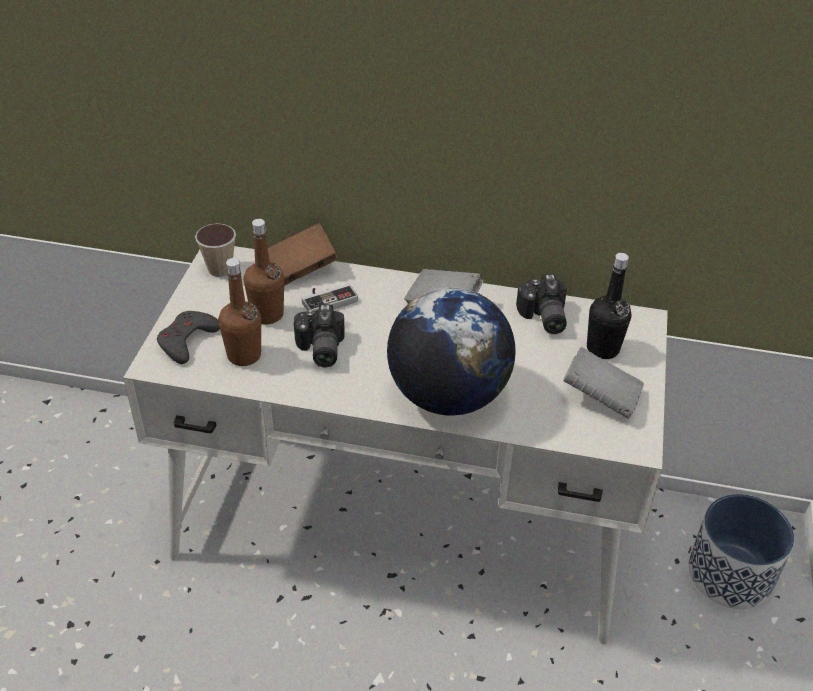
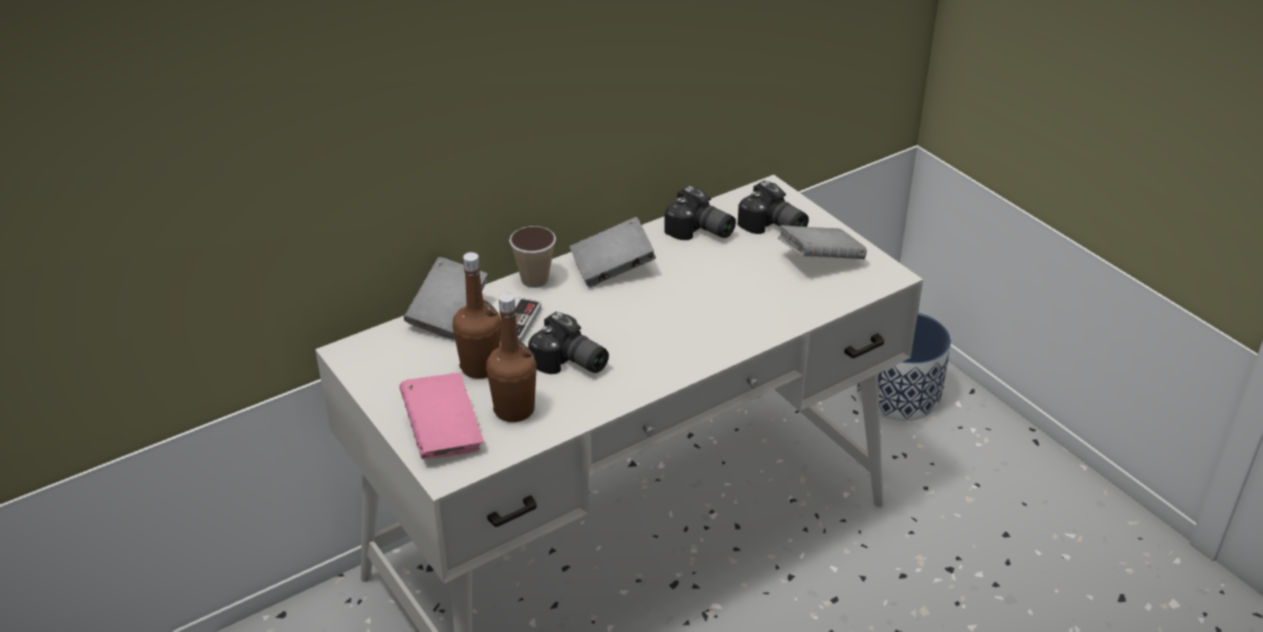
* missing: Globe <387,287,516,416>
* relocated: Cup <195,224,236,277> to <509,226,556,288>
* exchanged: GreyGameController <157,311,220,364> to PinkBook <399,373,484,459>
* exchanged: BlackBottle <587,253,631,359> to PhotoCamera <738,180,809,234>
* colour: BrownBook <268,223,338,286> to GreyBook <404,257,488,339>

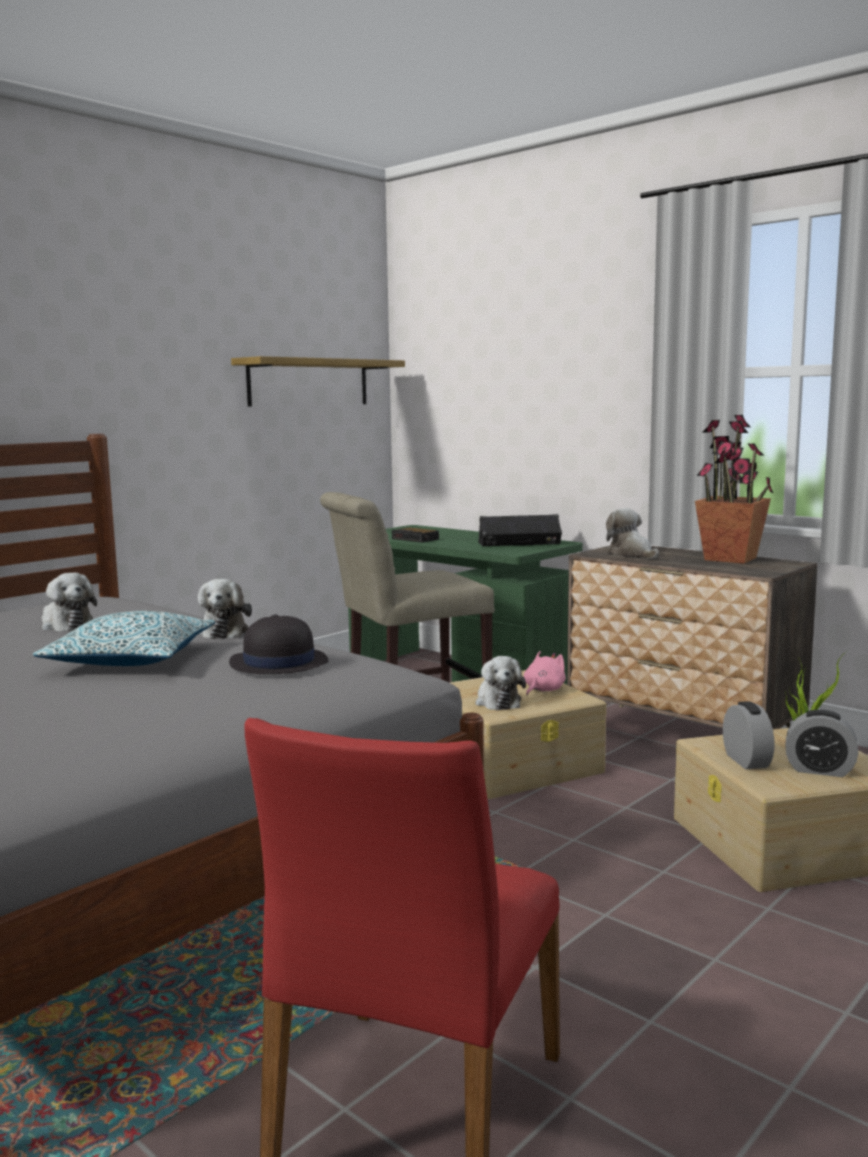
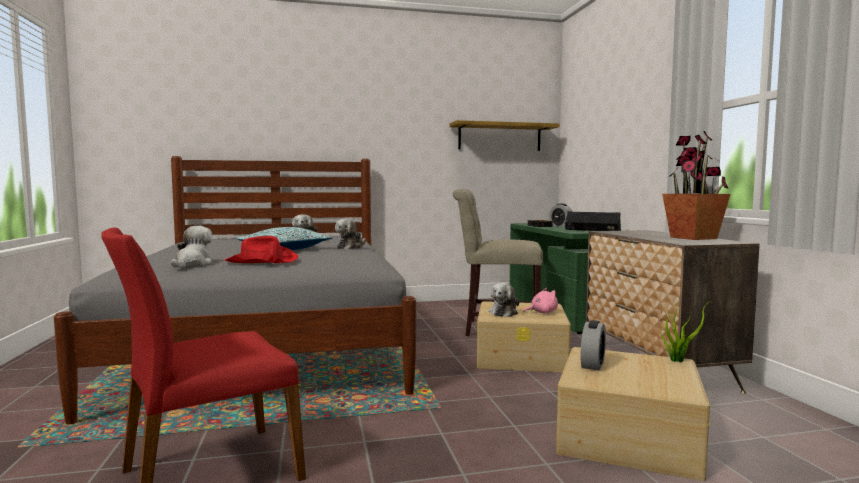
* missing: BlackHat <229,614,329,674>
* appeared: RedHat <225,236,298,263>
* relocated: PlushToy <606,508,659,559> to <171,226,213,268>
* relocated: AlarmClock <785,710,858,777> to <549,203,573,227>

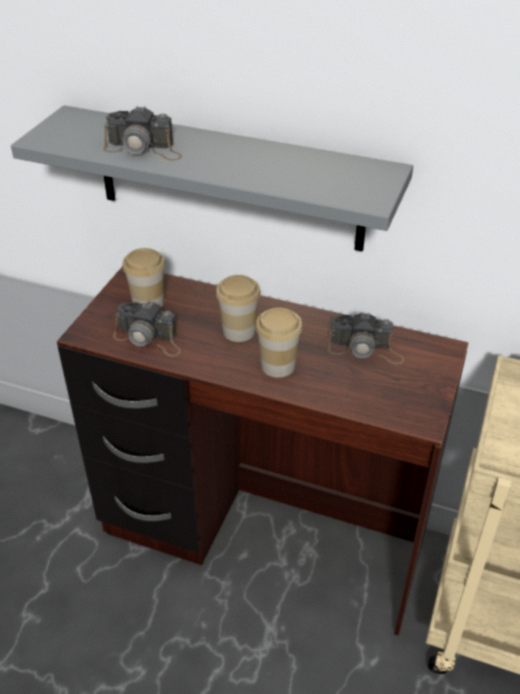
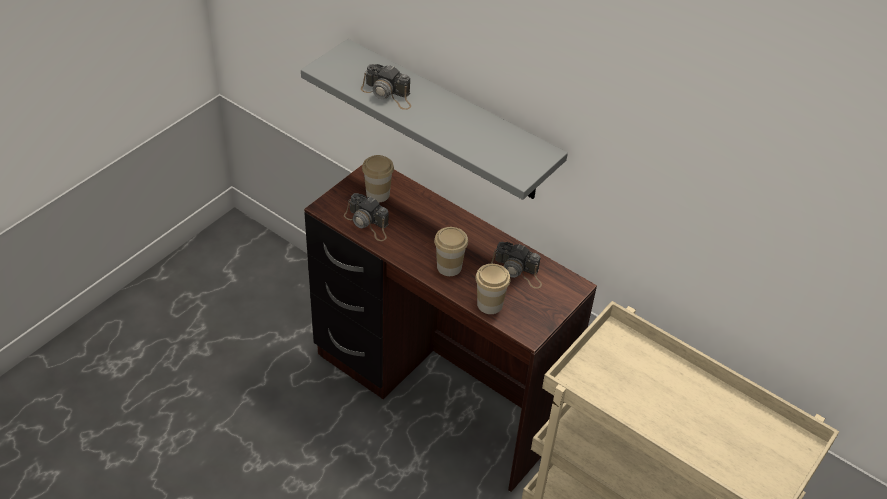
* relocated: Cup <216,275,261,342> to <475,264,510,314>

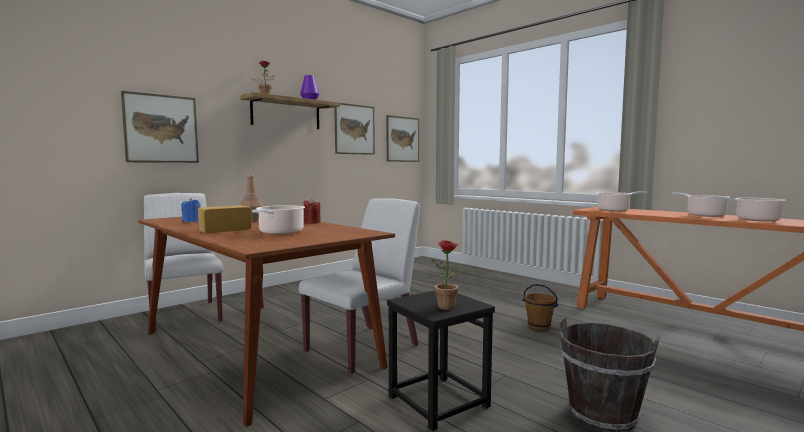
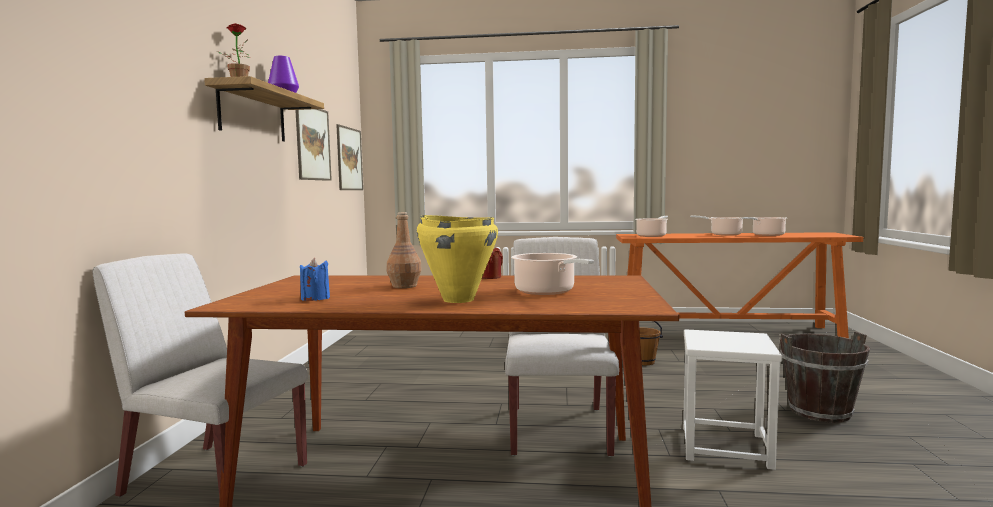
* missing: Picture <121,91,199,163>
* missing: PottedPlant <431,240,467,310>
* exchanged: Bread <198,205,251,233> to YellowCookingPot <417,215,498,303>
* colour: BlackStool <387,291,495,431> to WhiteStool <683,329,782,470>

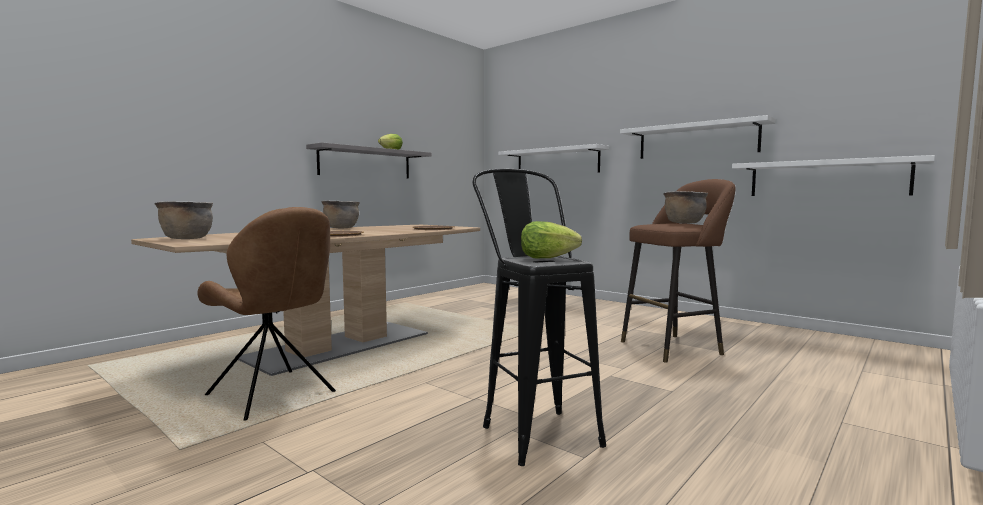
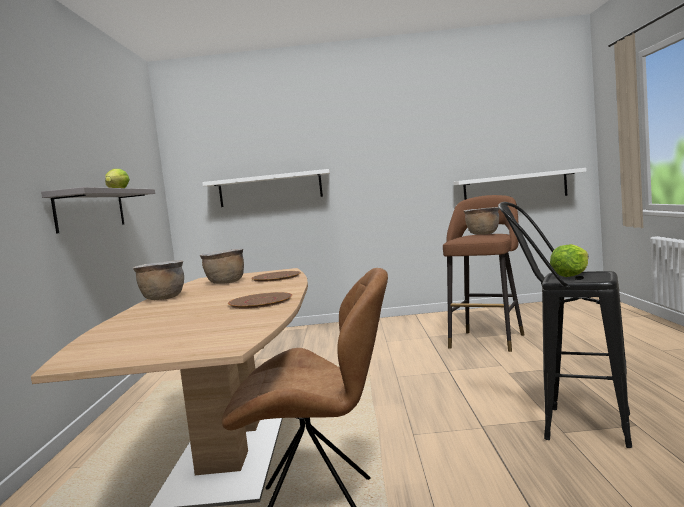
* missing: WhiteShelf <620,115,776,159>
* relocated: BrownCookingPot <155,201,213,239> to <200,248,244,284>

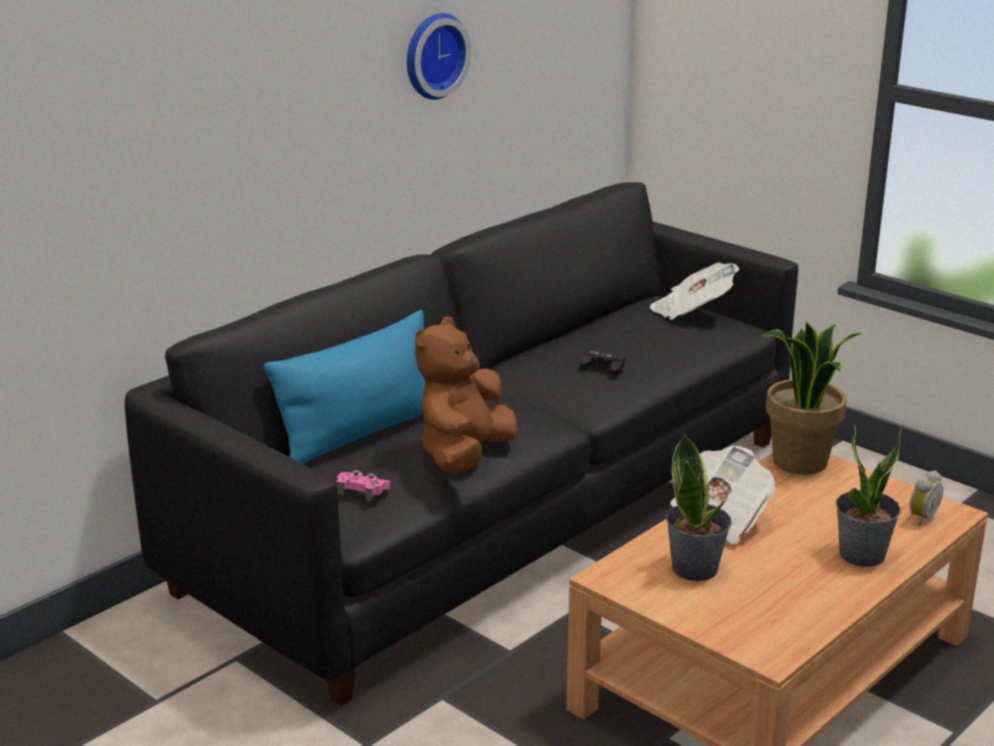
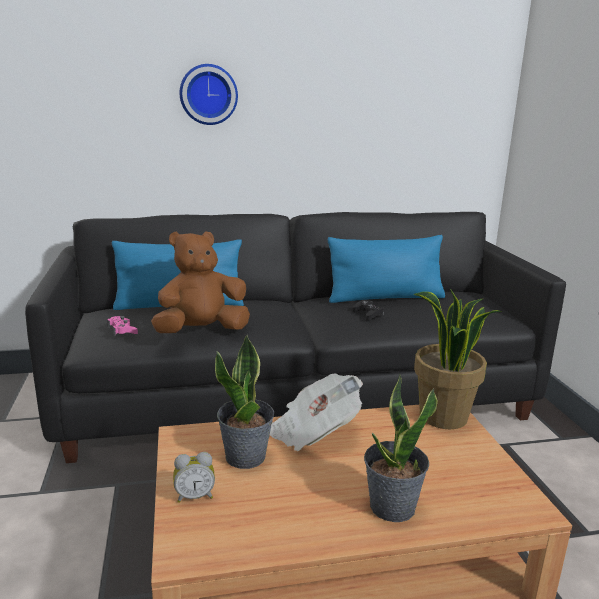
* missing: Newspaper <650,262,739,319>
* appeared: BluePillow <328,235,445,303>
* relocated: WallClock <407,13,471,100> to <180,64,238,125>
* relocated: AlarmClock <910,470,943,526> to <173,452,215,503>

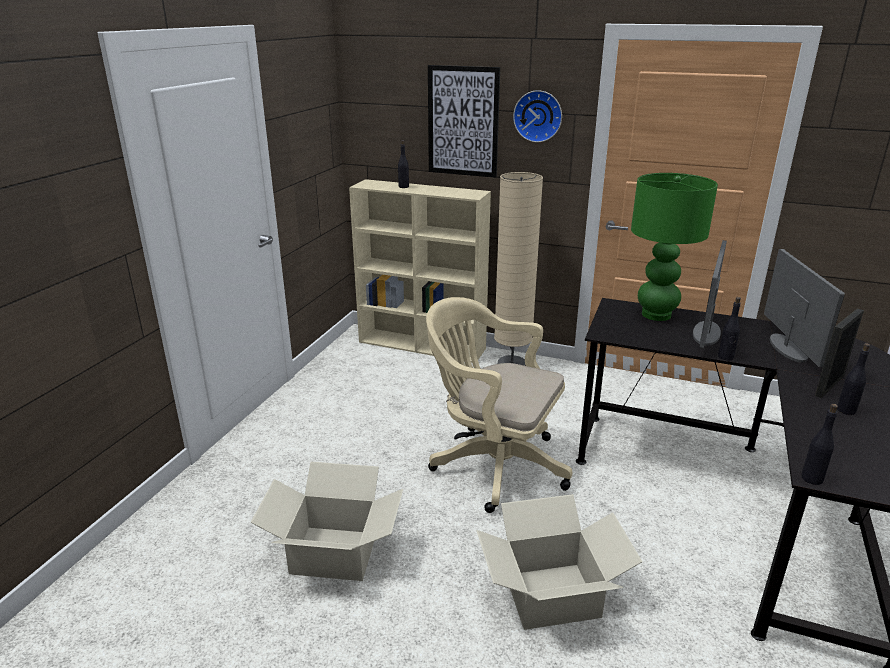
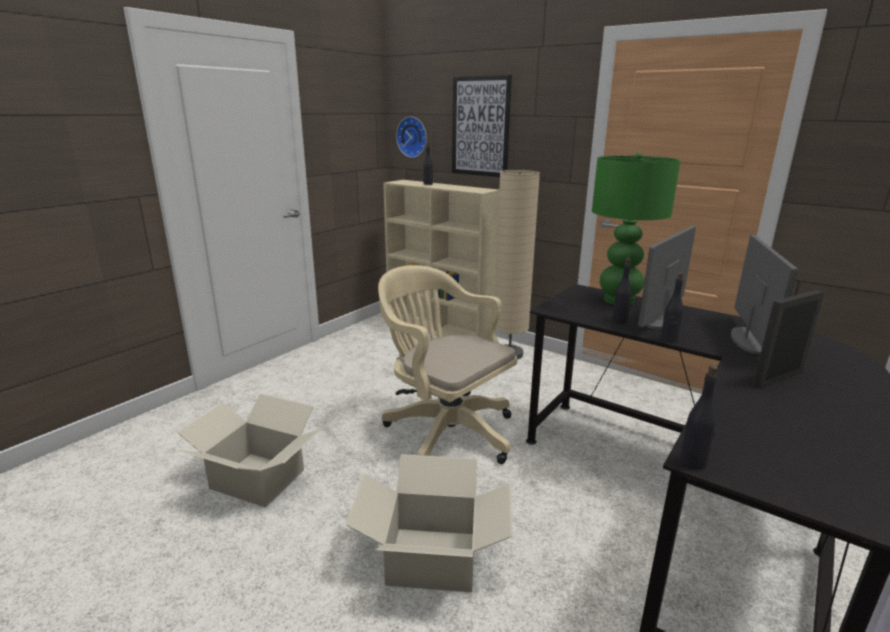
* relocated: WallClock <513,90,562,142> to <396,117,427,158>
* relocated: BlackBottle <837,343,870,415> to <612,258,632,324>

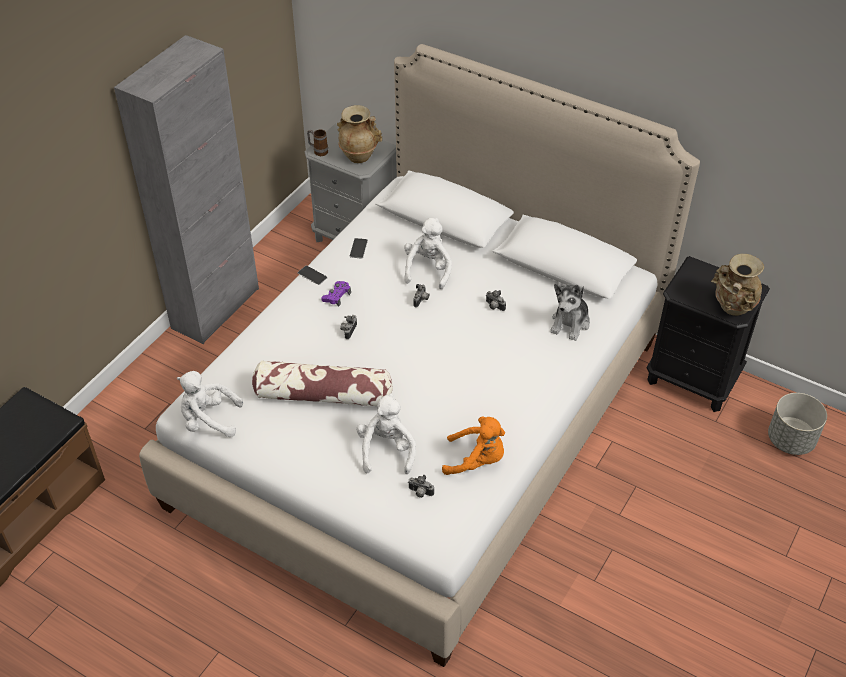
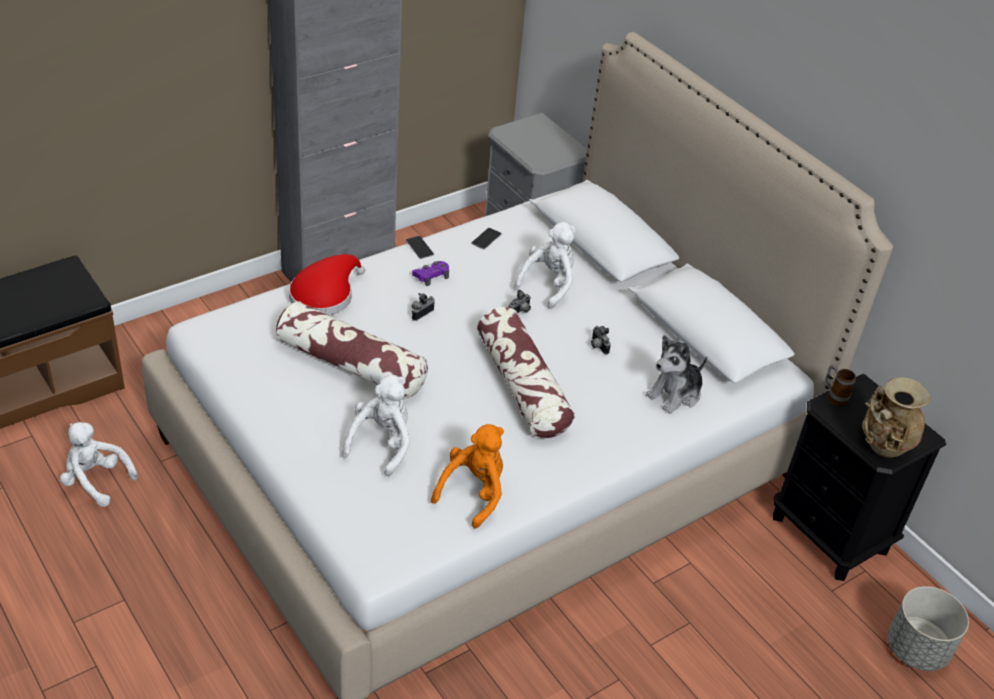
* missing: BeigeVase <337,105,382,163>
* missing: PhotoCamera <408,475,434,498>
* appeared: RedHat <289,254,365,315>
* appeared: Pillow <477,307,575,438>
* relocated: WhitePlushToy <177,371,243,437> to <60,422,138,507>
* relocated: Mug <307,130,328,156> to <825,365,856,406>
* spun: OrangePlushToy <442,416,505,475> = <431,424,504,528> 90 degrees counterclockwise

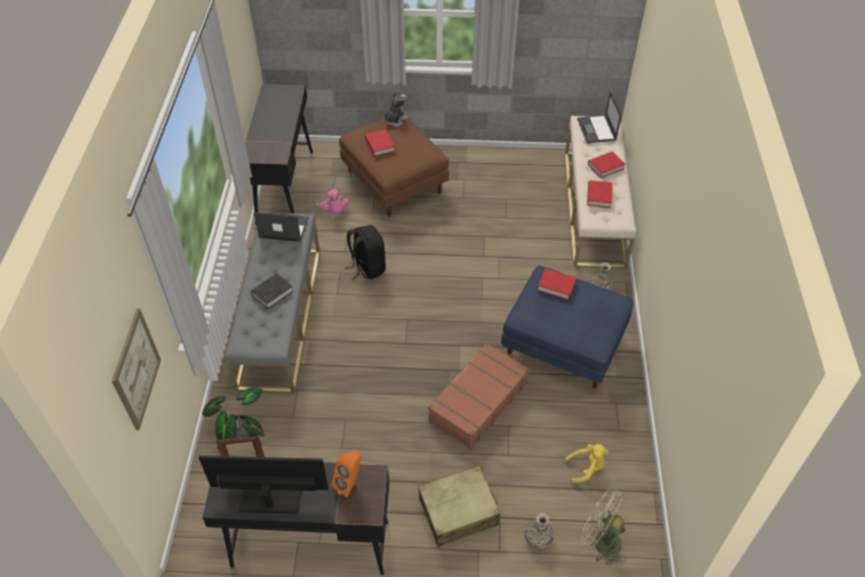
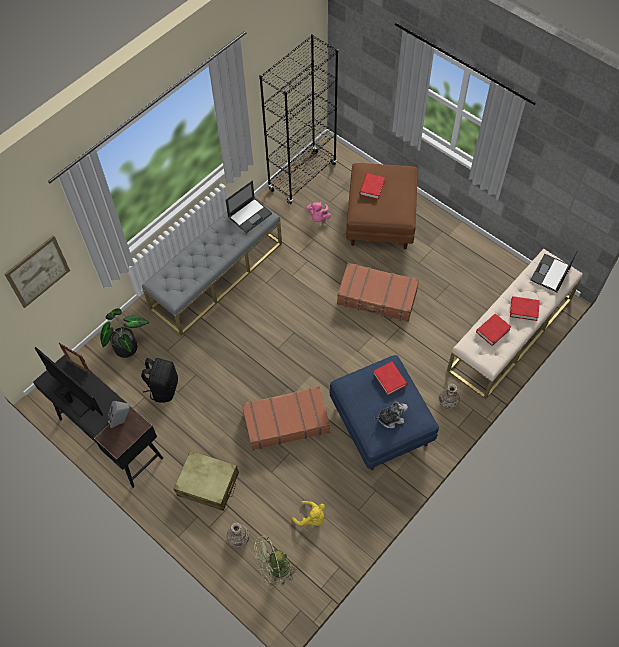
* missing: BlackBook <251,273,293,309>
* appeared: BrownSuitcase <337,262,419,322>
* relocated: BlackBackpack <345,225,386,280> to <141,358,178,403>
* relocated: PlushToy <384,92,408,126> to <374,401,408,428>
* exchanged: BlackDesk <245,84,313,225> to BlackBookcase <259,34,338,204>
* colour: OrangeSpeaker <331,450,361,498> to GreySpeaker <108,401,130,428>
* spun: Laptop <254,212,309,242> = <226,181,272,233> 90 degrees clockwise
* spun: GreenFan <581,488,626,566> = <254,535,298,588> 90 degrees counterclockwise

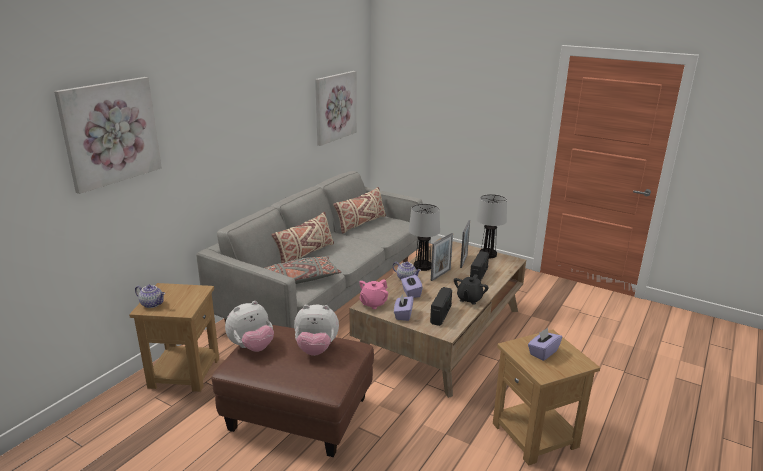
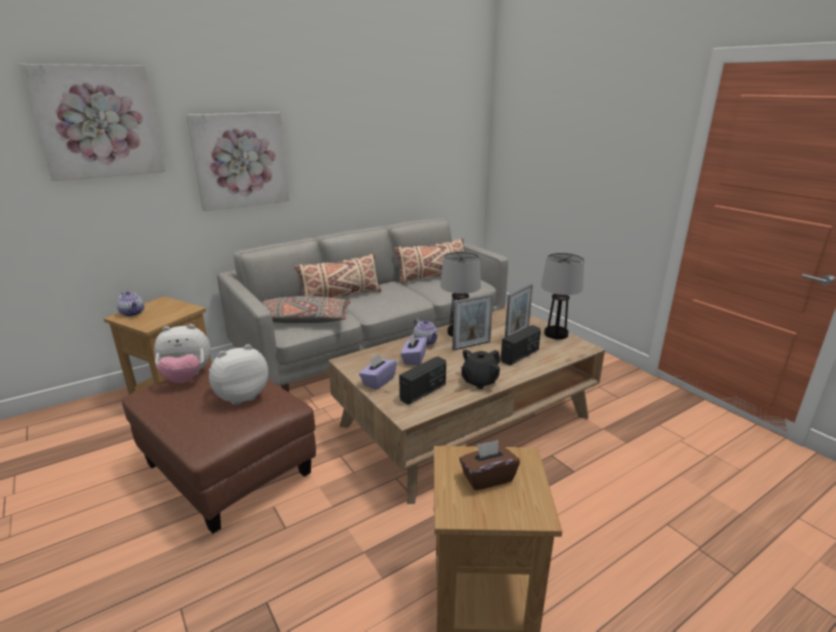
* missing: PinkTeapot <359,279,388,309>
* relocated: Picture <315,71,357,146> to <186,112,290,211>
* colour: PurpleTissueBox <528,328,562,361> to BrownTissueBox <459,440,520,491>
* spun: PlushToy <294,305,339,356> = <209,344,268,405> 120 degrees clockwise

